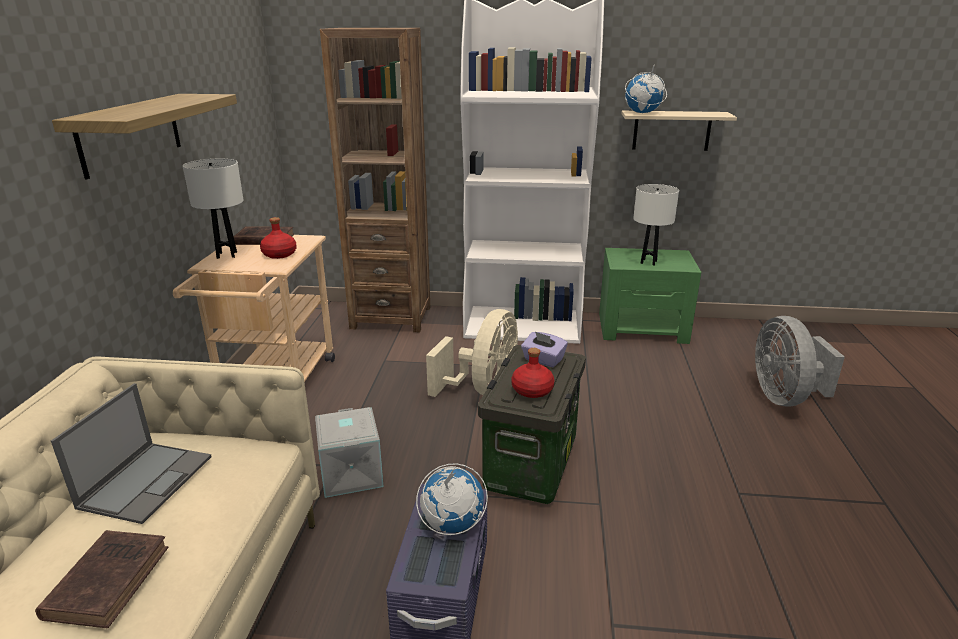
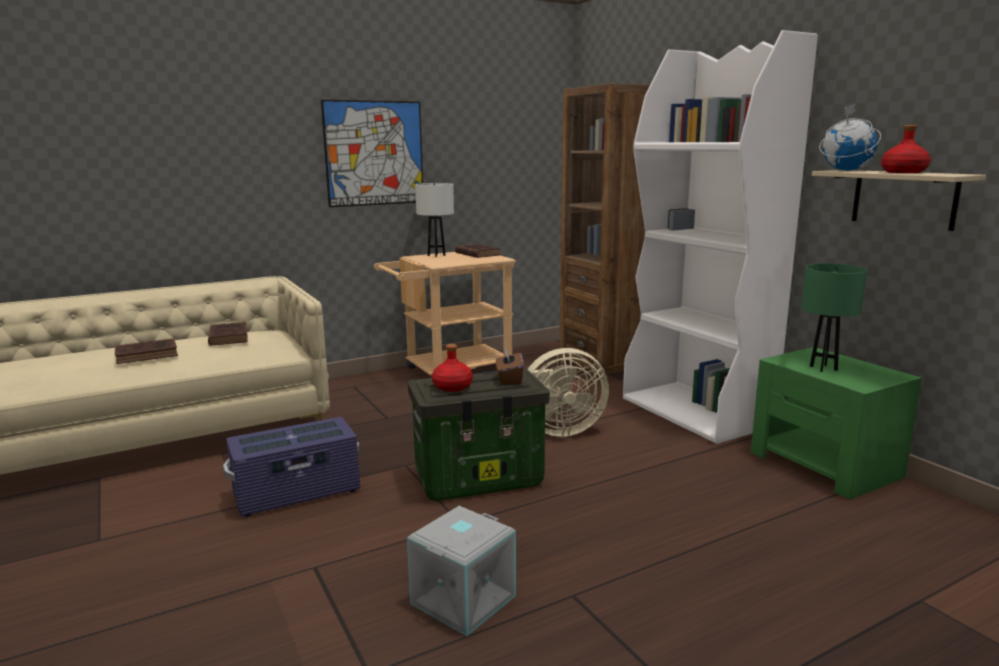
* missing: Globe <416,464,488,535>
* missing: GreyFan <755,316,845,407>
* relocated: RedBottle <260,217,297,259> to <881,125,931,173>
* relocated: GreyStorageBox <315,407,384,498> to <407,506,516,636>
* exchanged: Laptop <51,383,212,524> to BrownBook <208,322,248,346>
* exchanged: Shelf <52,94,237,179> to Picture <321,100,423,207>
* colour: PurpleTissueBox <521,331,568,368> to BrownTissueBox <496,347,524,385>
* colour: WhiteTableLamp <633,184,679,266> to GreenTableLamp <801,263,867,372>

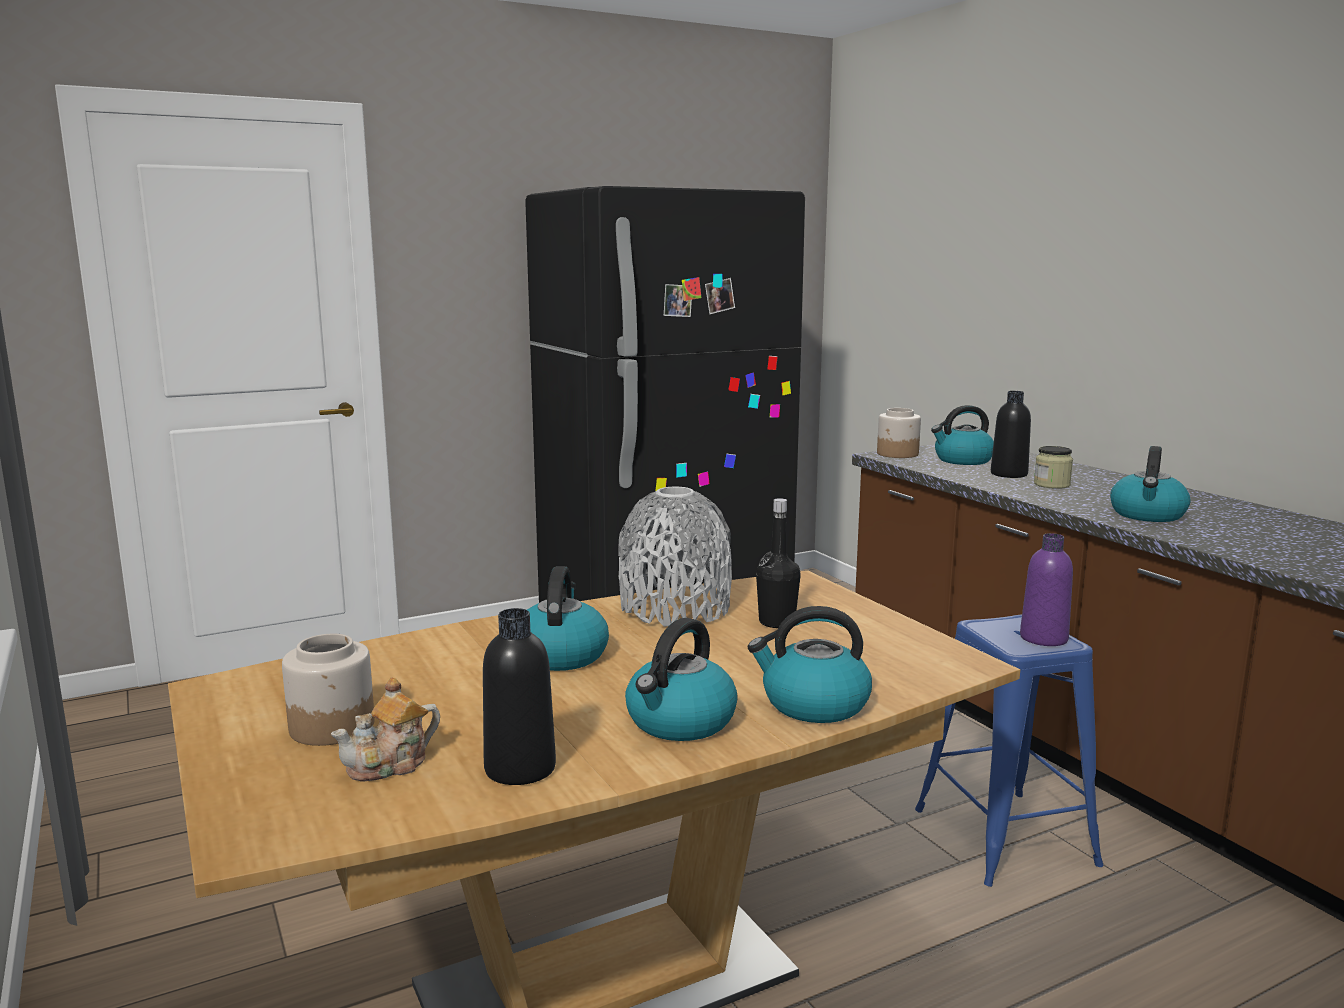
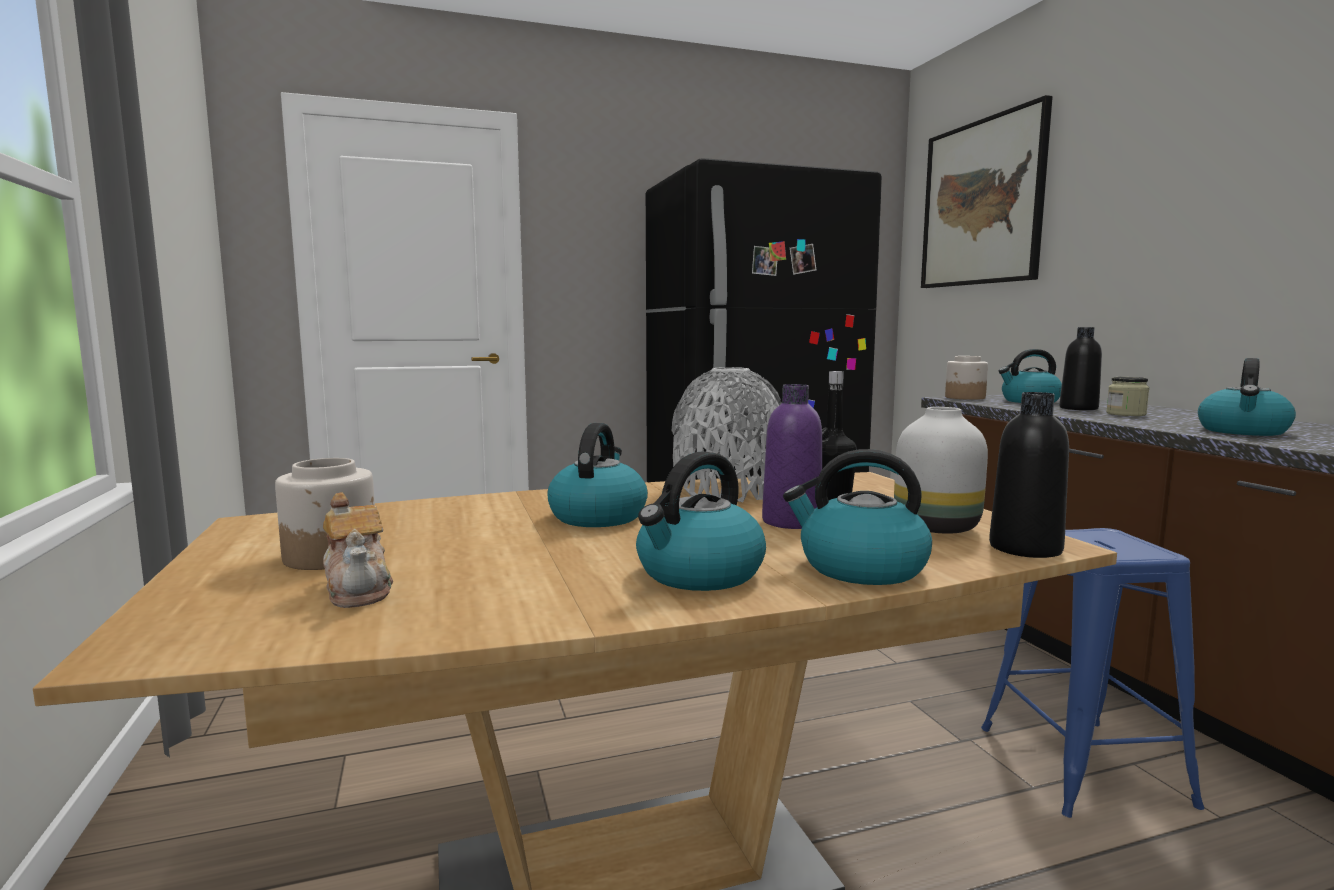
* appeared: WhiteVase <894,407,988,534>
* appeared: Picture <921,95,1053,288>
* relocated: BlackBottle <483,608,556,785> to <989,392,1069,558>
* relocated: PurpleBottle <1020,533,1073,646> to <762,384,822,529>
* spun: Teapot <331,678,440,781> = <323,492,393,608> 90 degrees counterclockwise

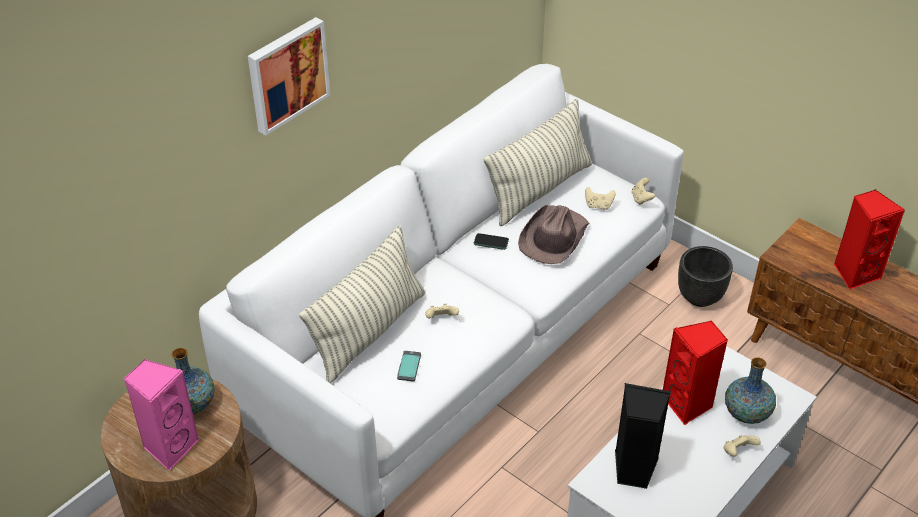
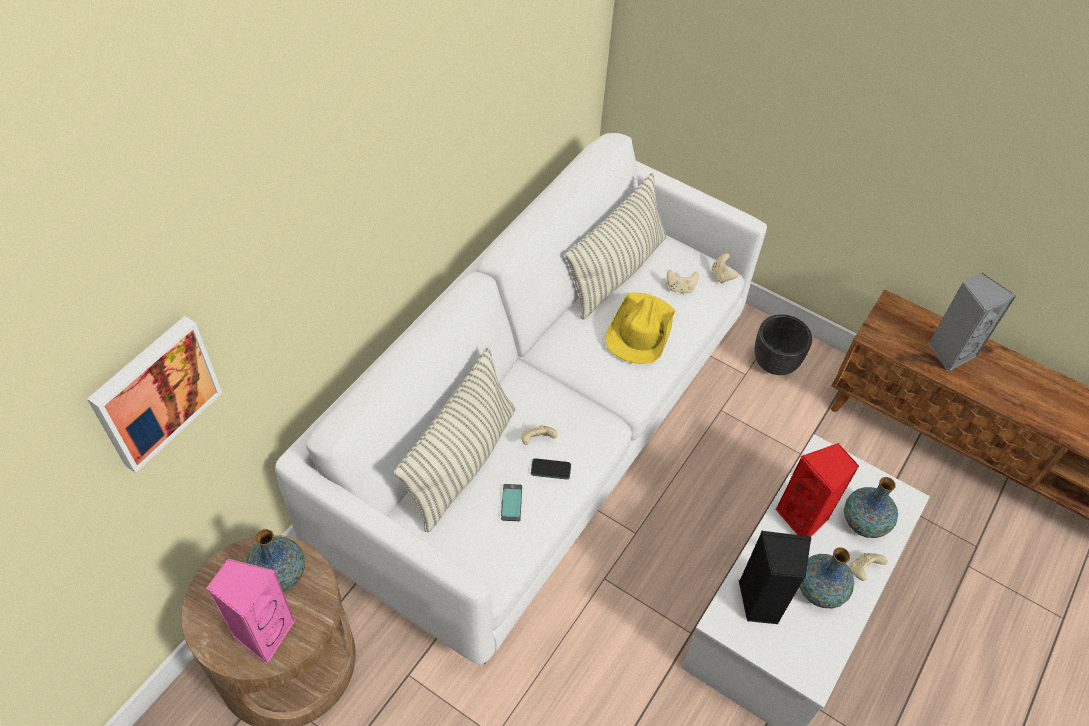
* appeared: Vase <799,547,854,608>
* relocated: Picture <248,17,330,135> to <87,316,222,473>
* relocated: Phone <474,233,509,250> to <531,458,571,480>
* colour: BrownHat <518,205,590,264> to YellowHat <605,292,675,364>
* colour: RedSpeaker <834,189,905,289> to GreySpeaker <928,273,1016,372>

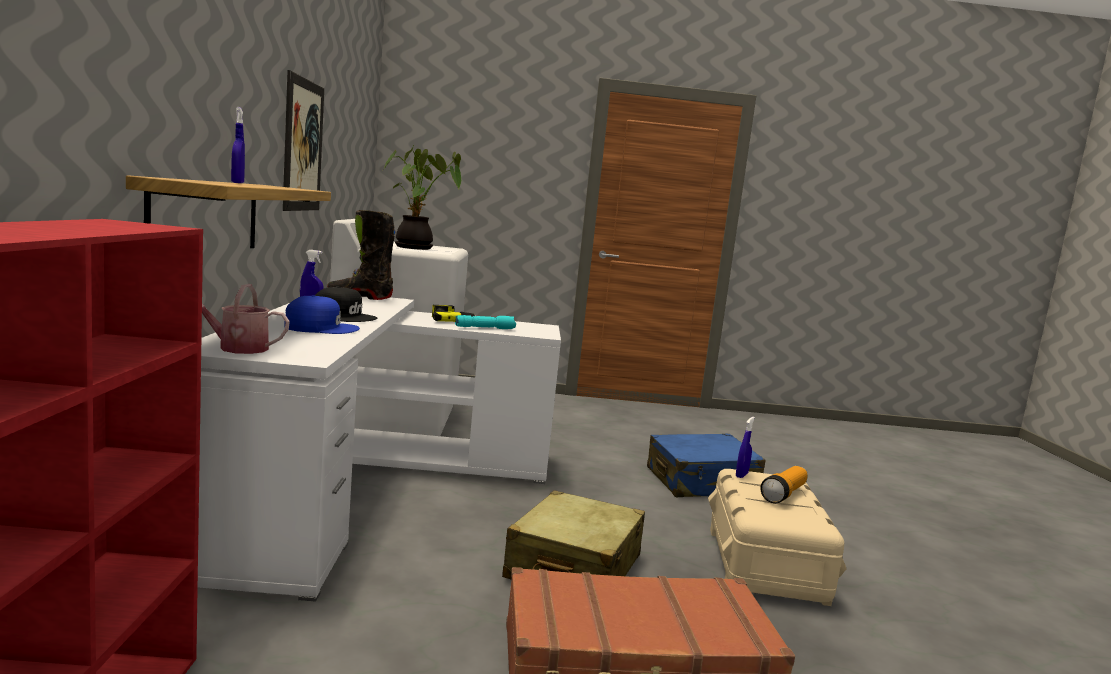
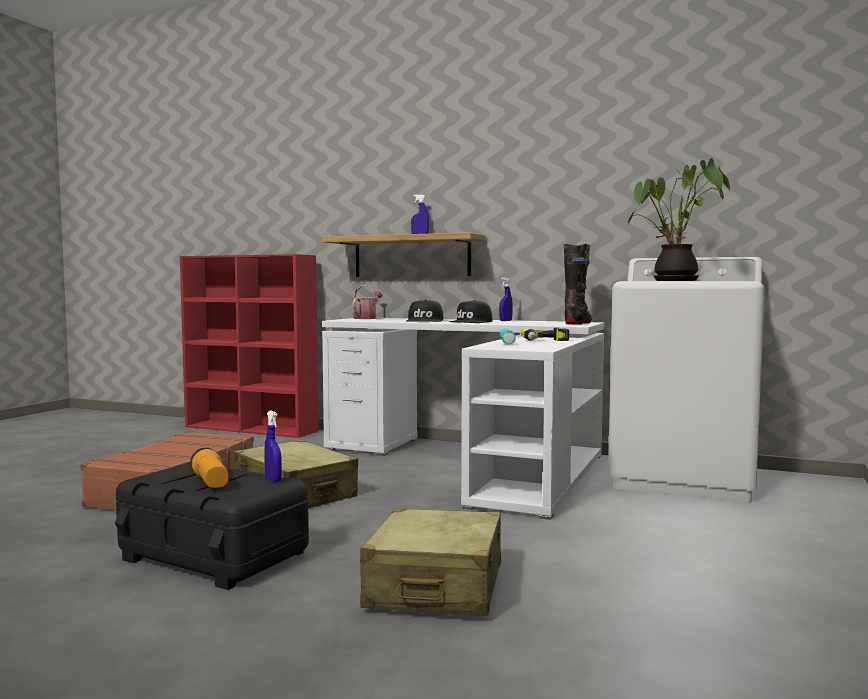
* missing: Picture <283,70,324,211>
* colour: BlueCap <284,295,360,334> to BlackCap <407,300,443,322>
* colour: BlueSuitcase <647,433,766,497> to BeigeSuitcase <360,508,501,616>
* colour: BeigeStorageBox <708,469,847,606> to BlackStorageBox <115,463,309,590>

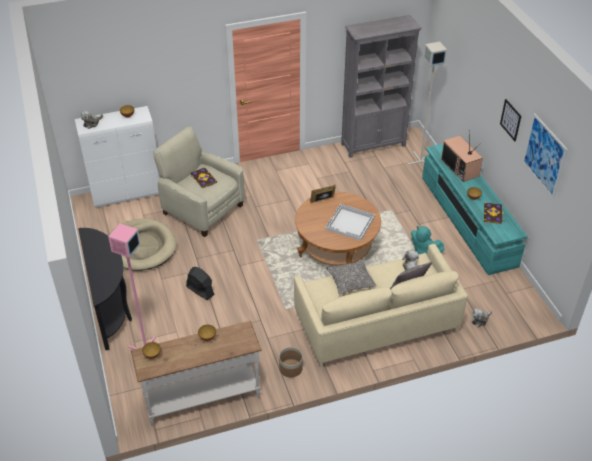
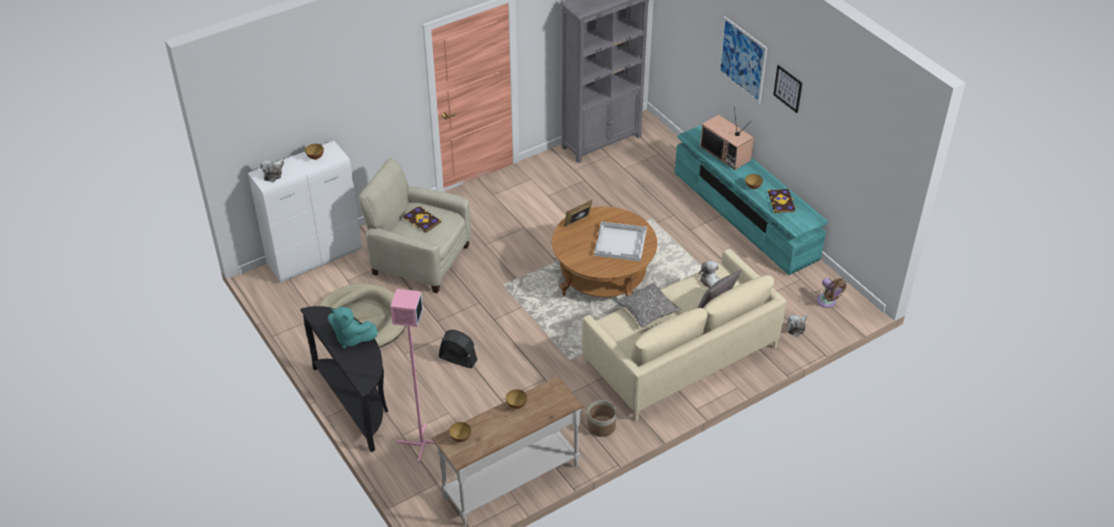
* missing: GreyFloorLamp <407,42,447,165>
* appeared: BrownFan <817,278,846,308>
* relocated: TurquoisePlushToy <411,226,444,255> to <328,307,378,349>
* relocated: Picture <522,113,568,198> to <718,16,767,104>

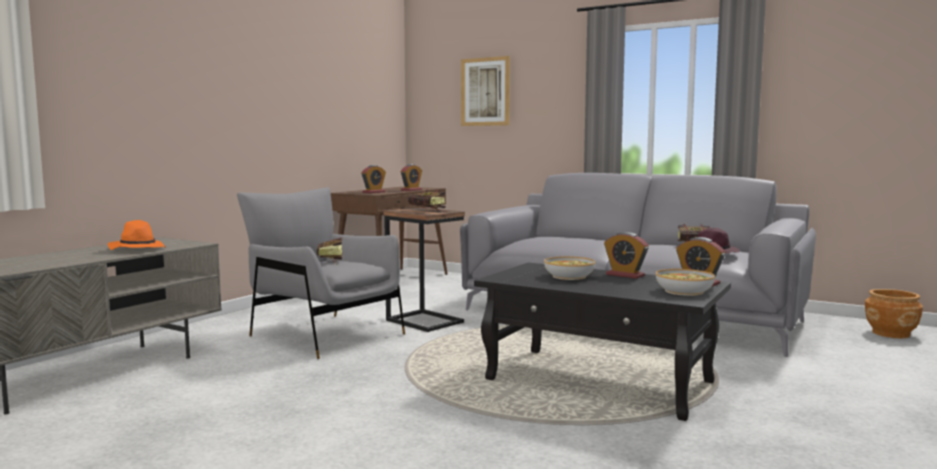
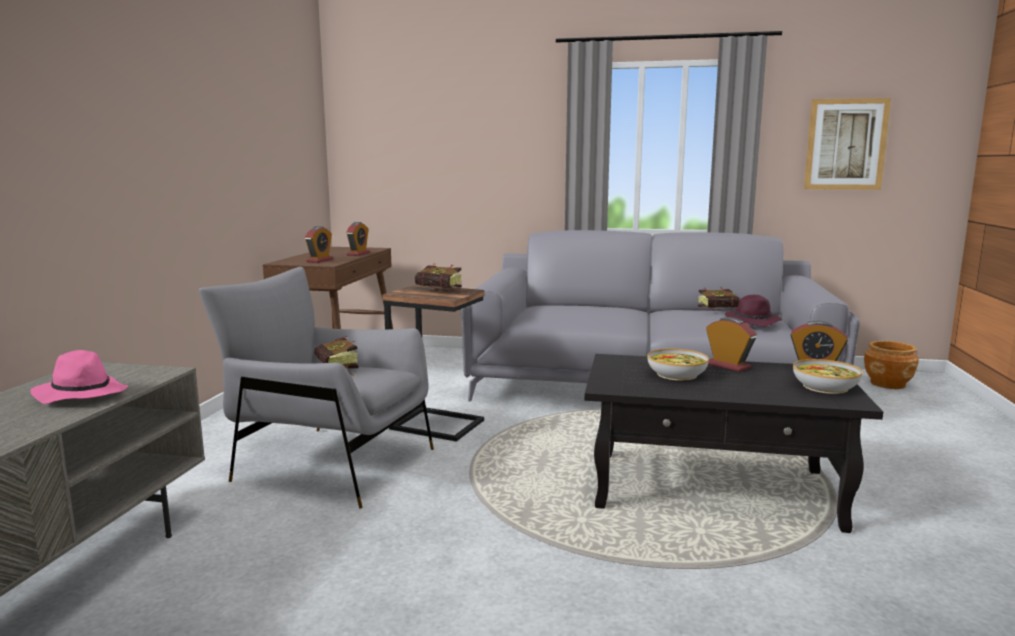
* relocated: Picture <461,56,510,126> to <804,98,891,190>
* colour: OrangeHat <107,220,166,250> to PinkHat <30,350,128,404>
* spun: AlarmClock <604,232,649,279> = <706,317,757,372> 150 degrees counterclockwise

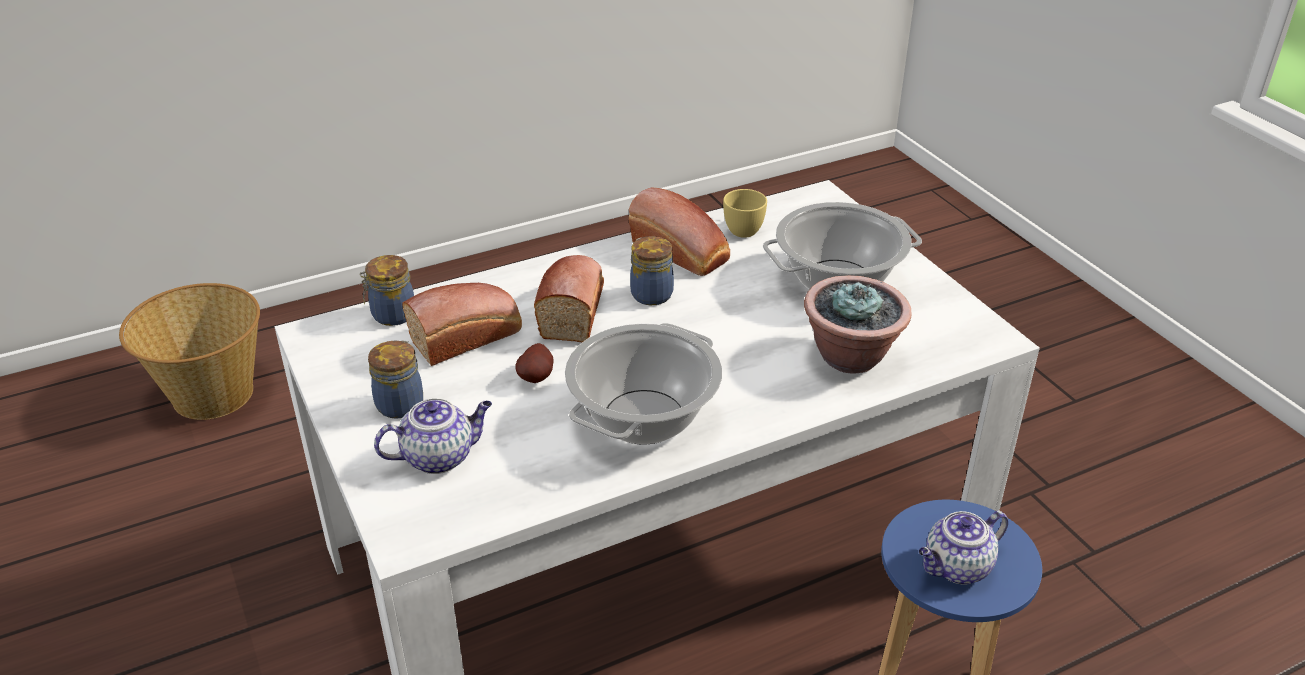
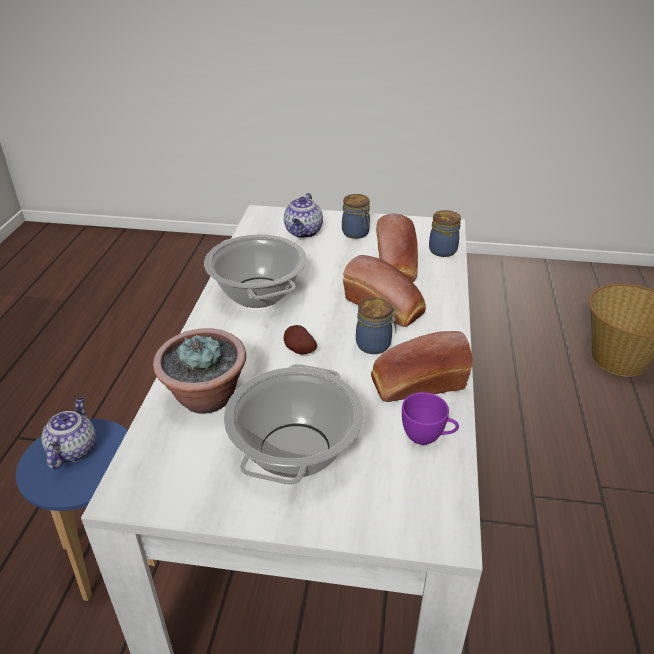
* relocated: Potato <515,343,553,383> to <284,325,317,354>
* colour: YellowCup <723,189,767,238> to PurpleCup <402,392,459,445>

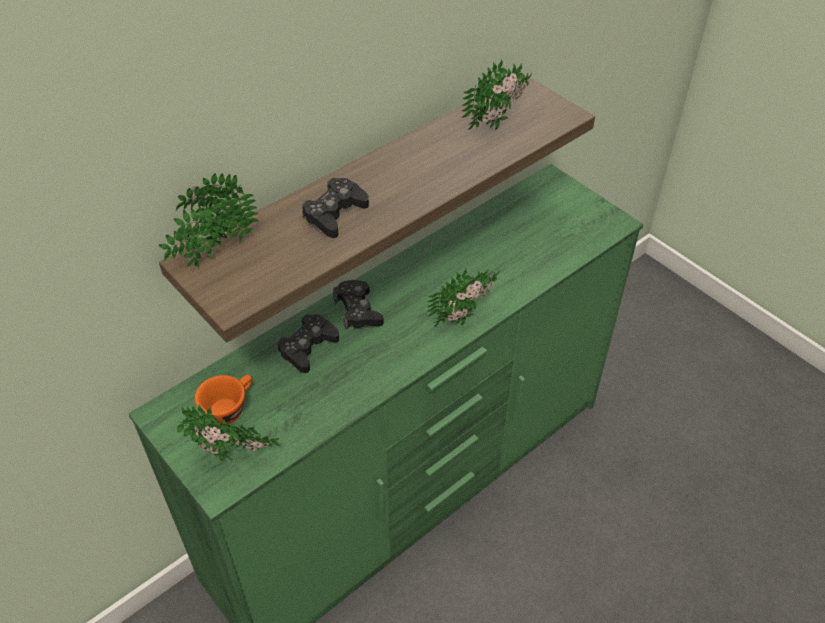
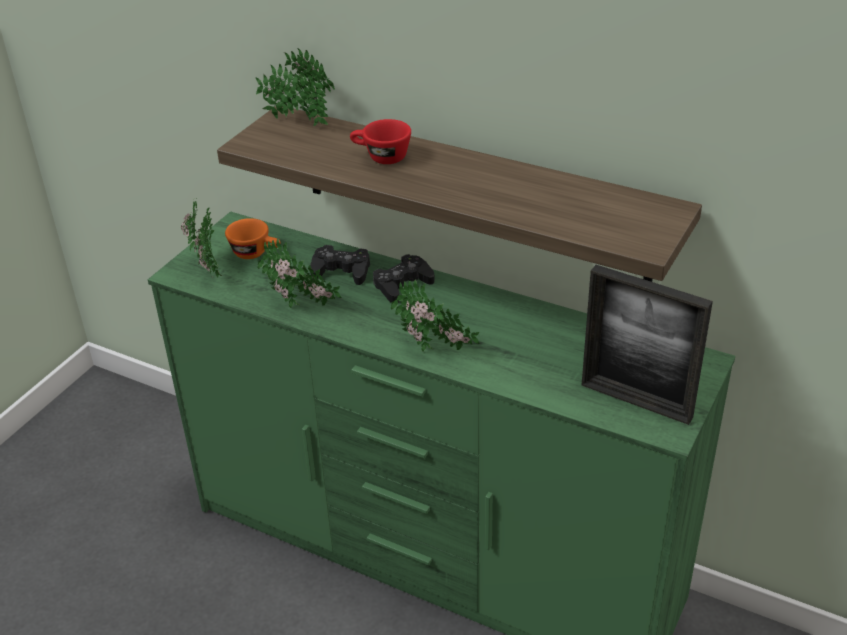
* appeared: PictureFrame <582,265,713,425>
* relocated: PottedPlant <461,59,532,130> to <258,239,342,308>
* exchanged: BlackGameController <302,178,369,238> to RedCup <350,119,411,164>

